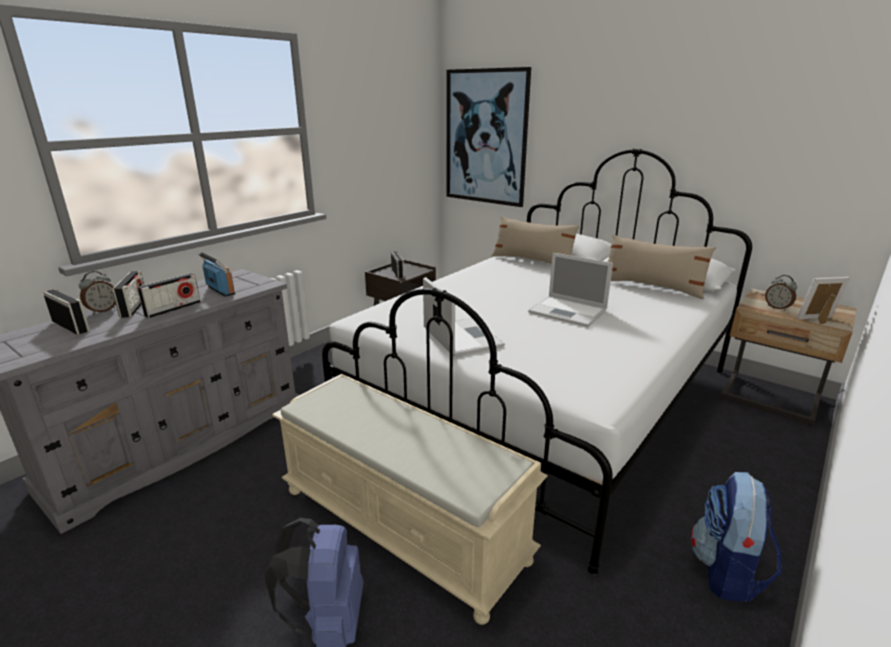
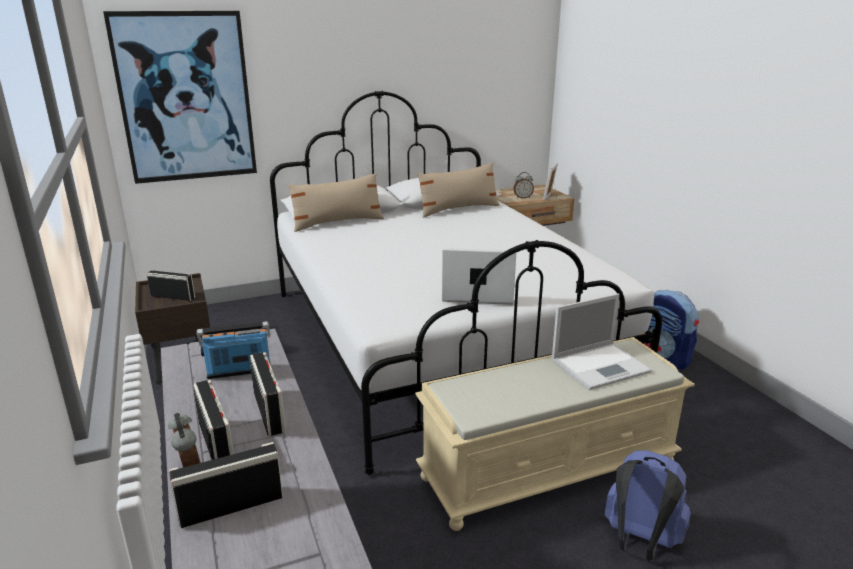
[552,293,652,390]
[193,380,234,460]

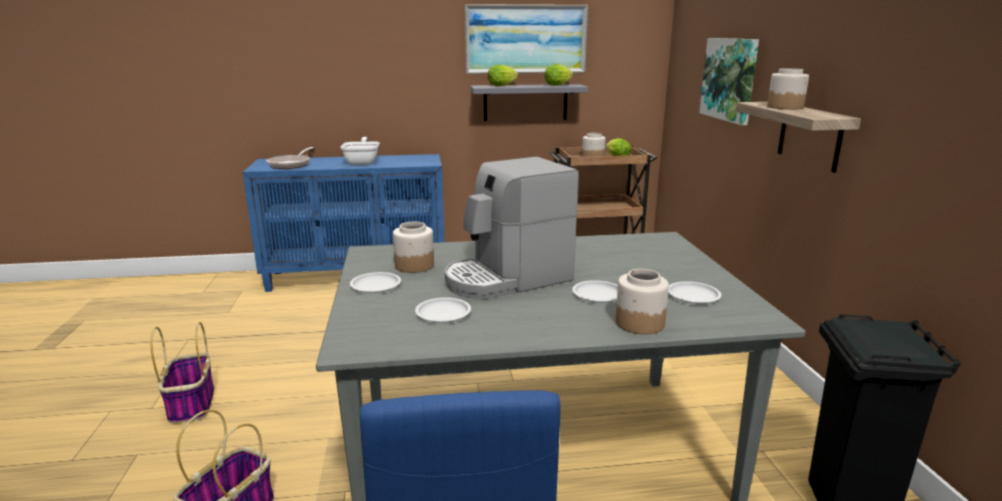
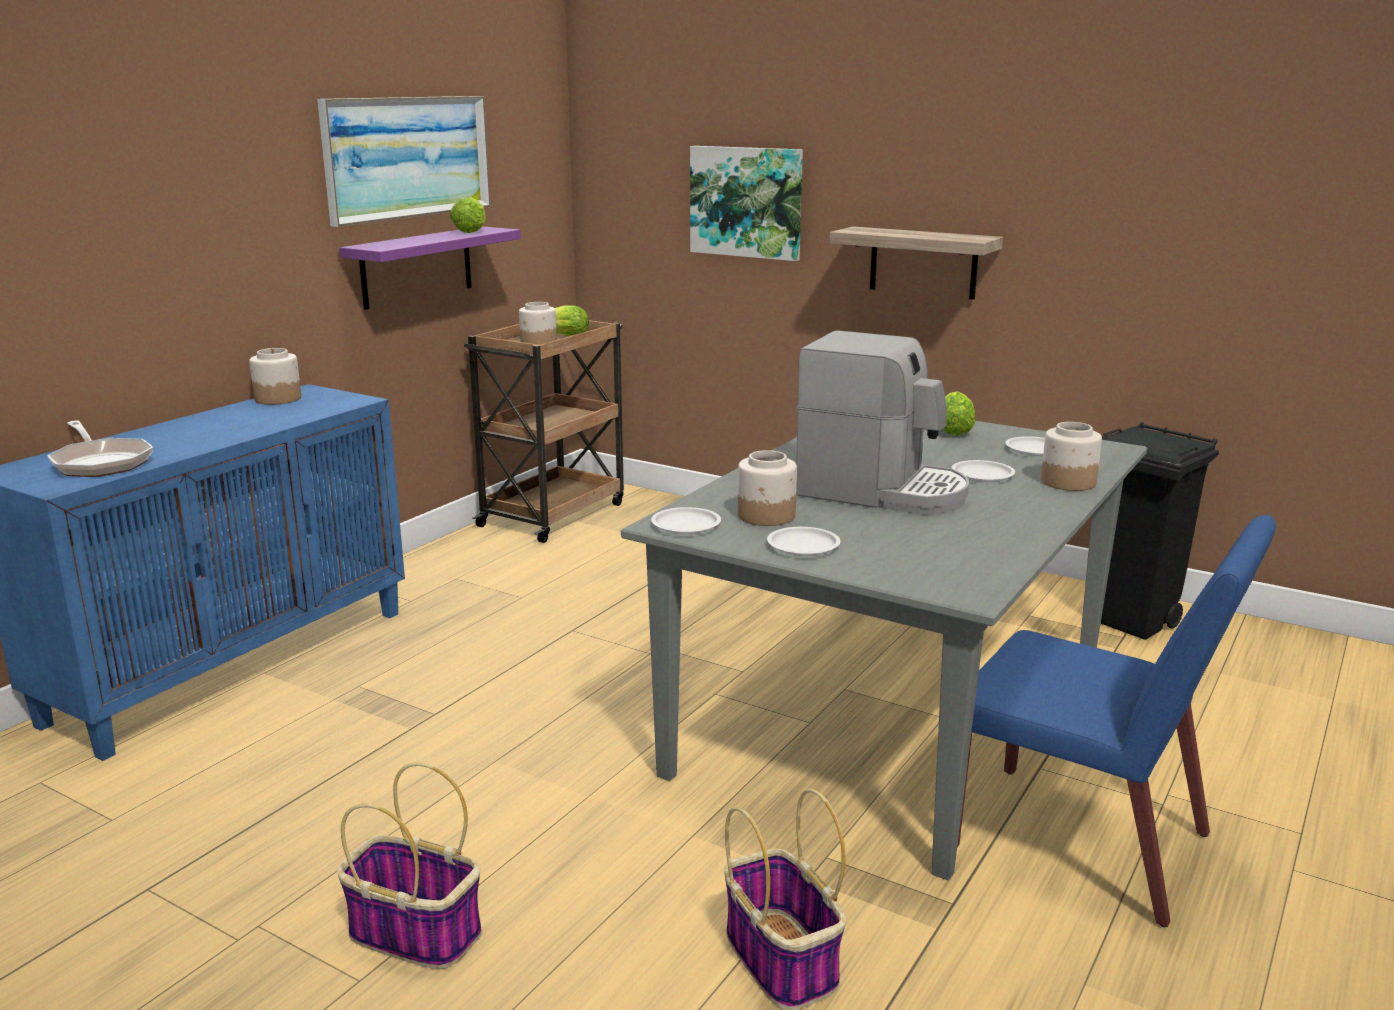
[340,137,380,165] (first image)
[651,507,721,534]
[943,391,975,436]
[249,348,301,405]
[339,226,521,310]
[796,330,969,515]

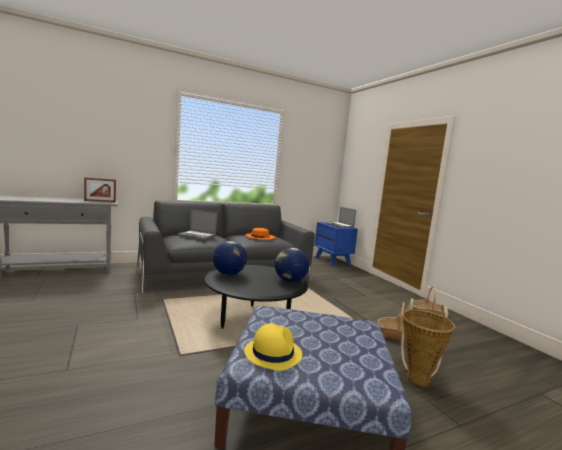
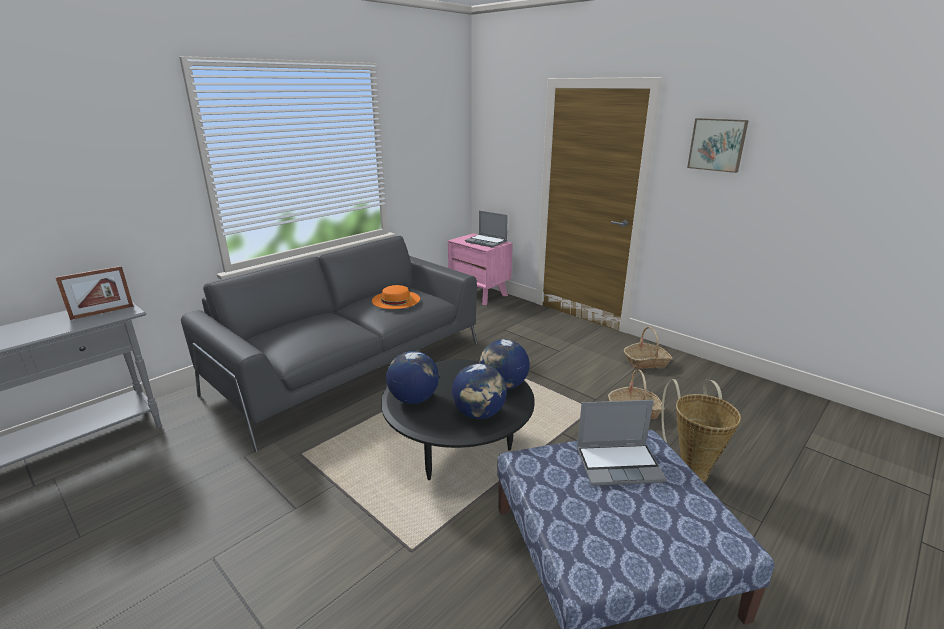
[244,323,302,371] (first image)
[452,363,507,419]
[687,118,749,173]
[577,400,667,486]
[448,233,513,305]

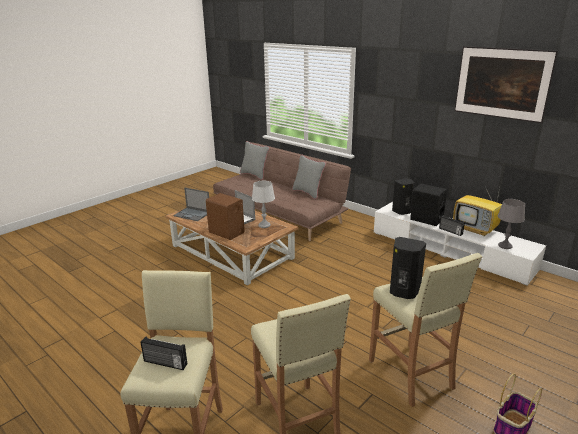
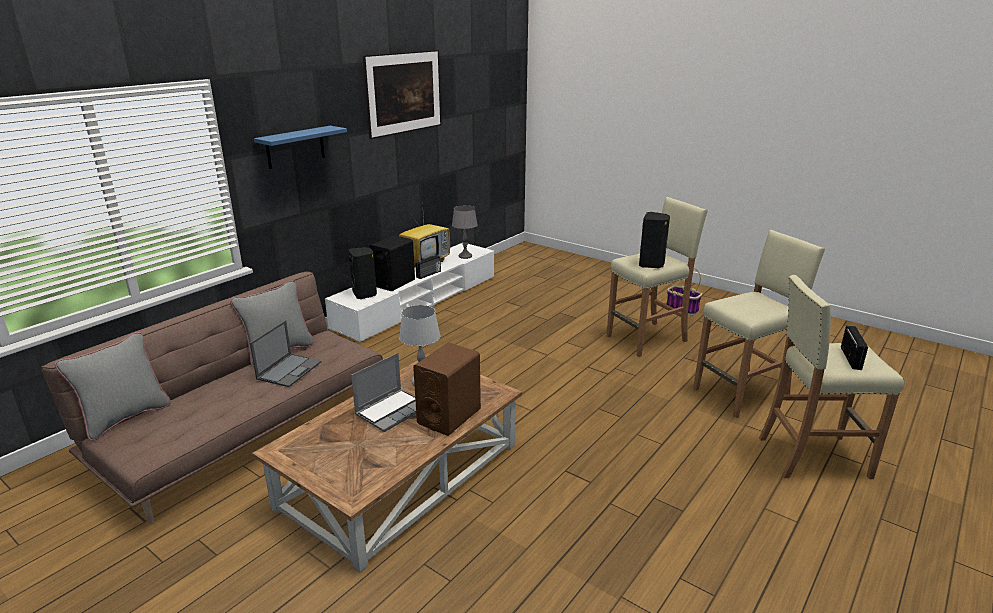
[254,126,347,169]
[250,320,321,387]

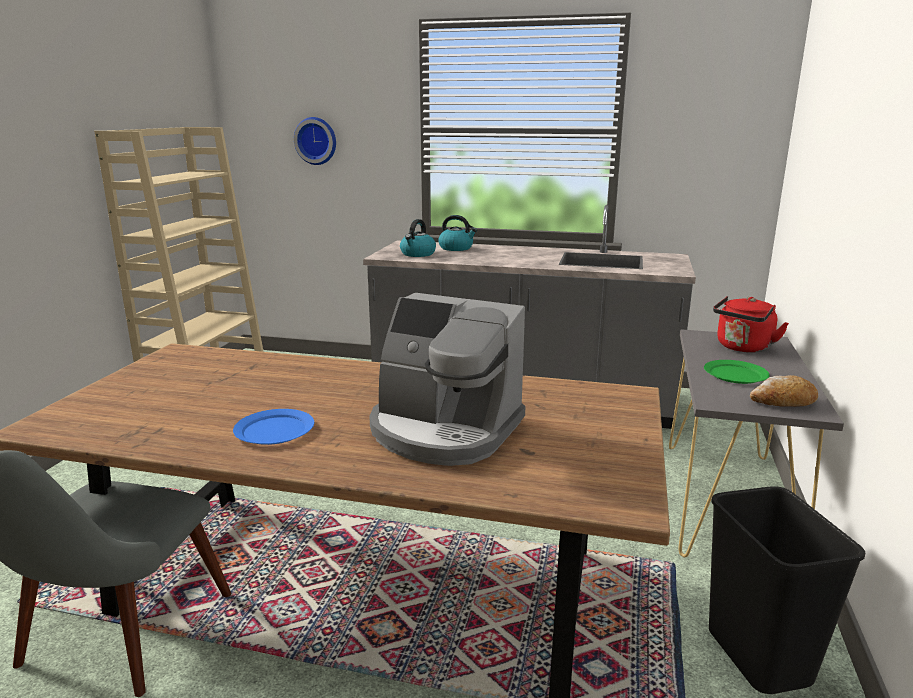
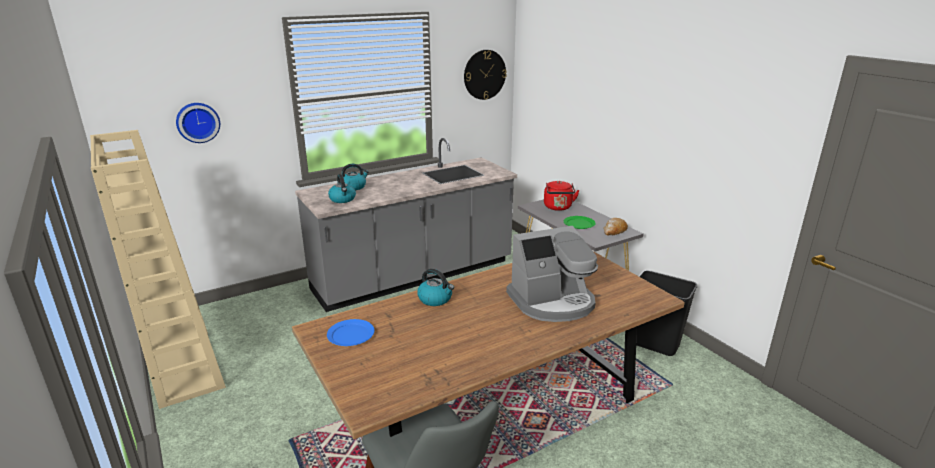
[417,269,454,306]
[464,50,507,100]
[327,319,375,346]

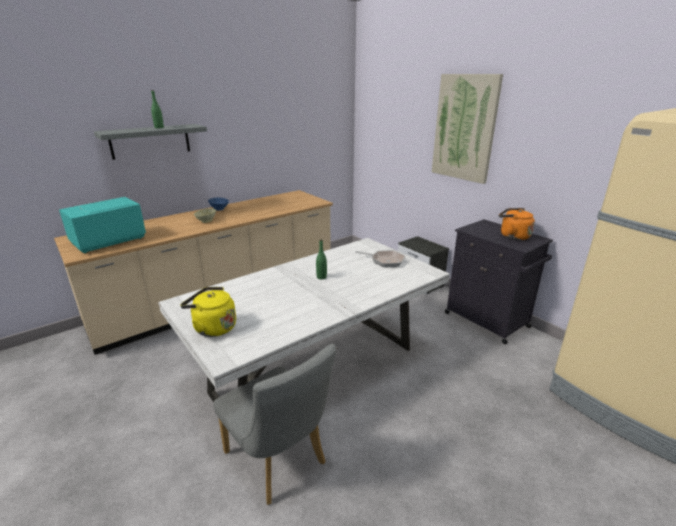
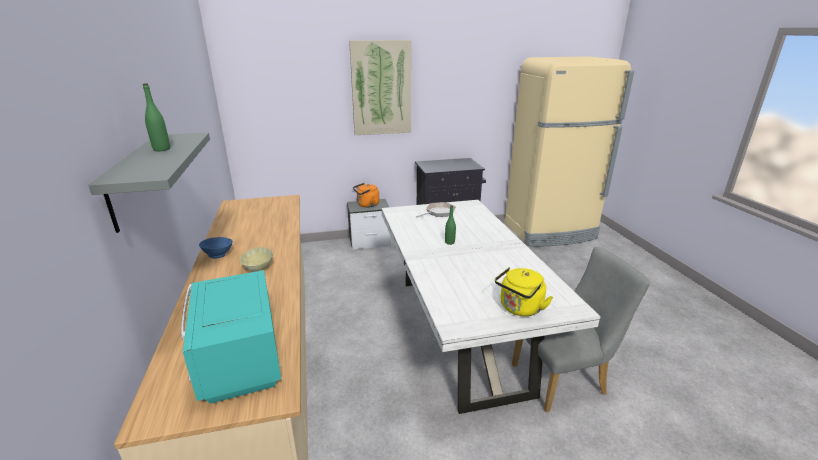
[353,183,379,208]

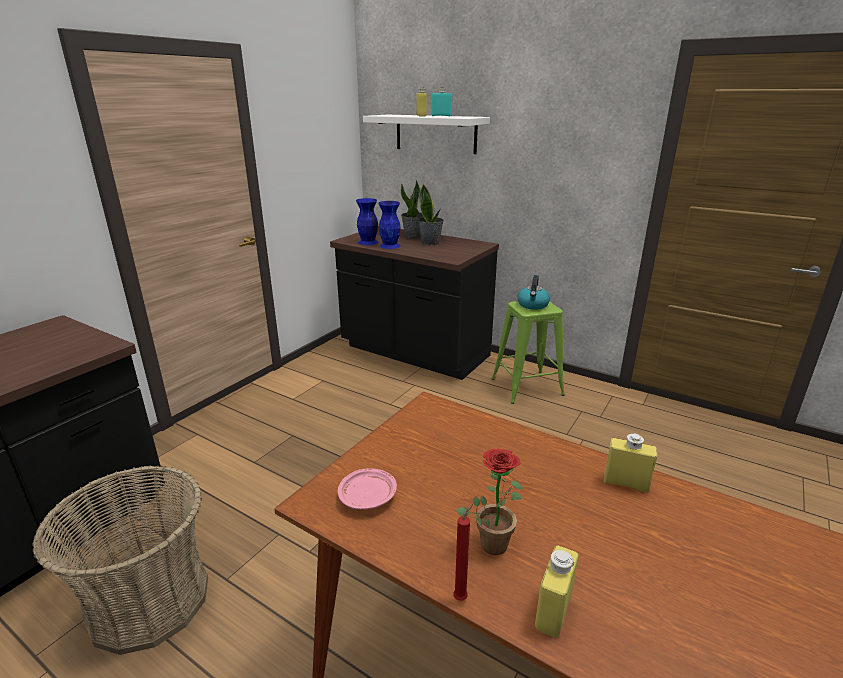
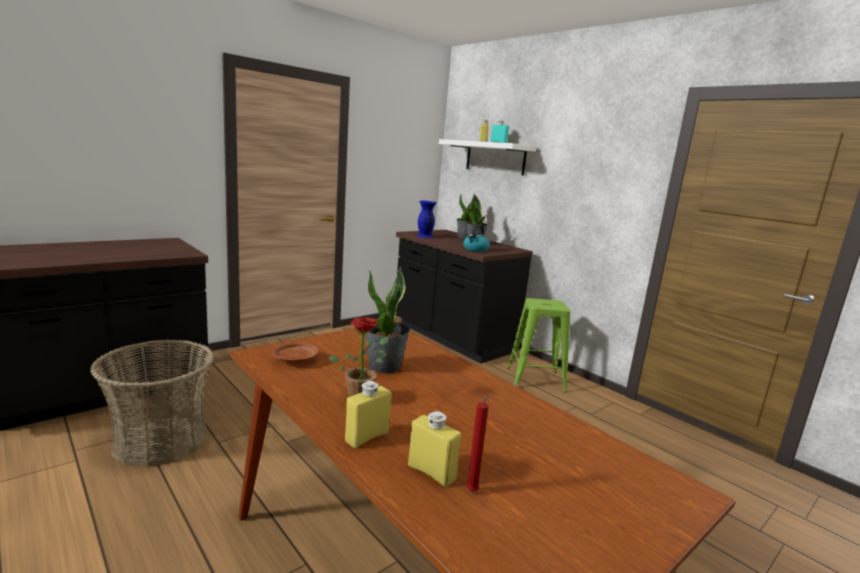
[378,201,401,249] (first image)
[366,267,410,373]
[466,393,494,492]
[463,224,490,252]
[408,411,461,487]
[272,342,319,363]

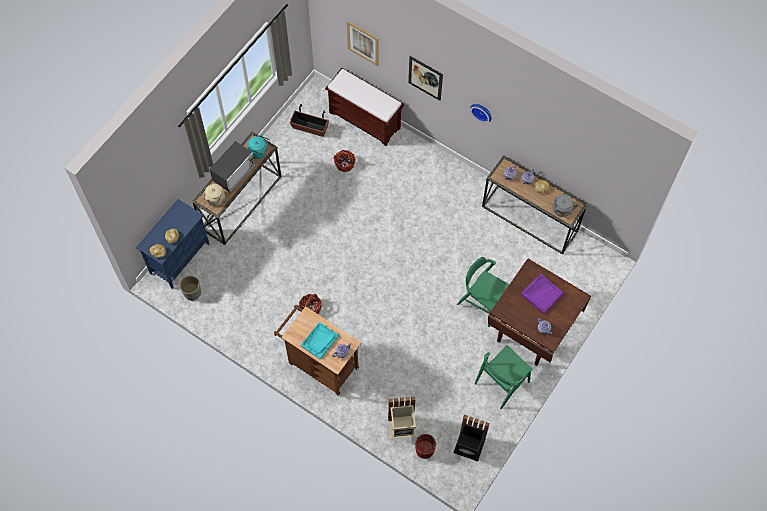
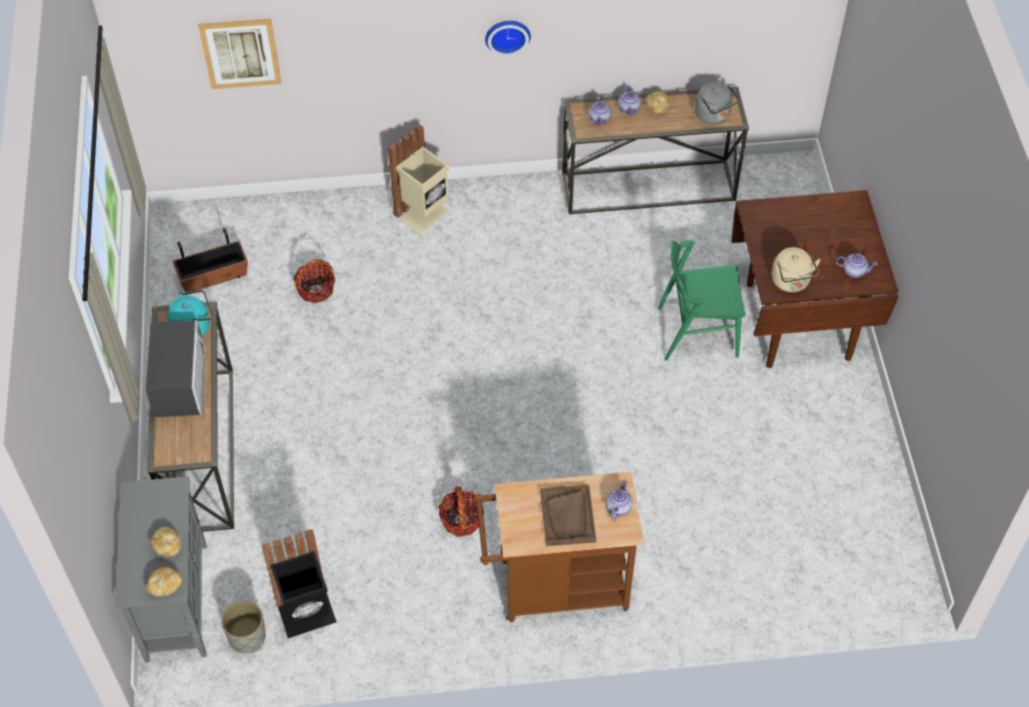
[325,68,404,146] (first image)
[408,56,443,101] (first image)
[415,434,436,459] (first image)
[475,345,533,409] (first image)
[521,274,564,314] (first image)
[772,247,821,292]
[388,124,450,234]
[262,529,337,638]
[115,476,207,663]
[540,485,596,546]

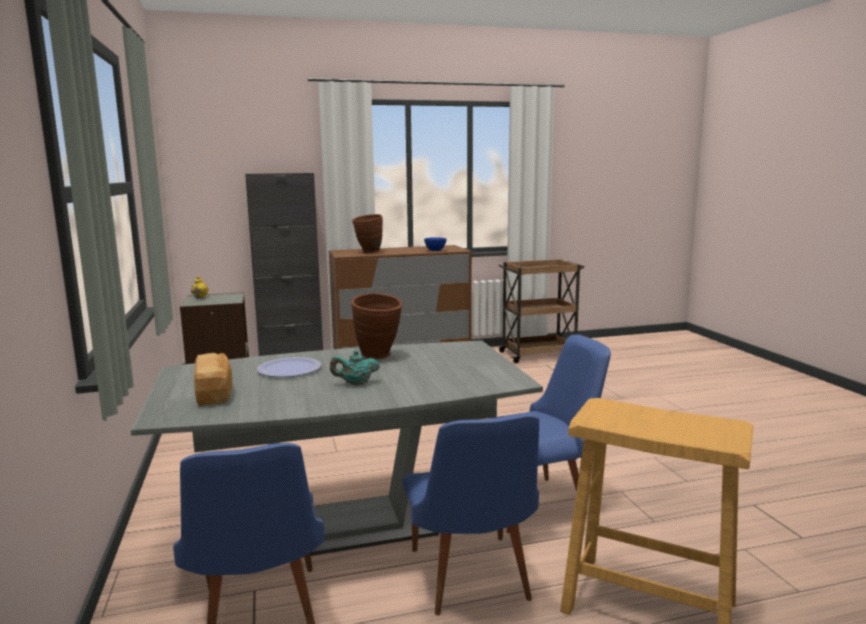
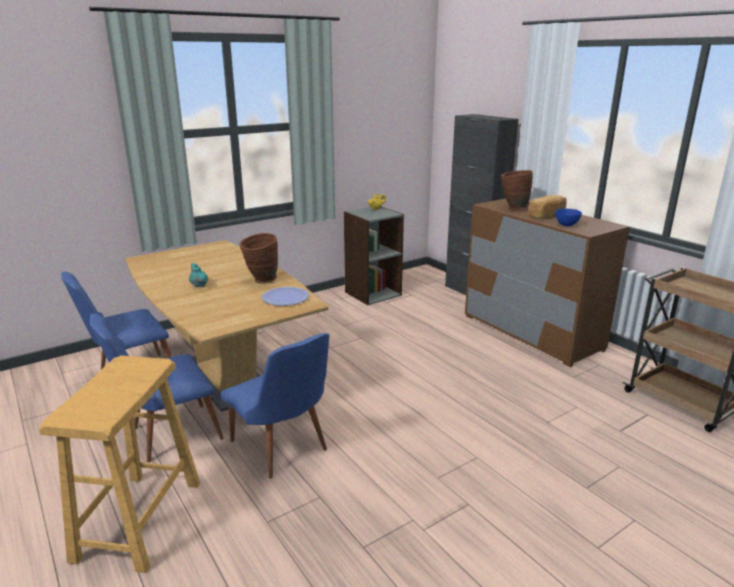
[529,195,567,219]
[261,287,309,306]
[125,240,328,412]

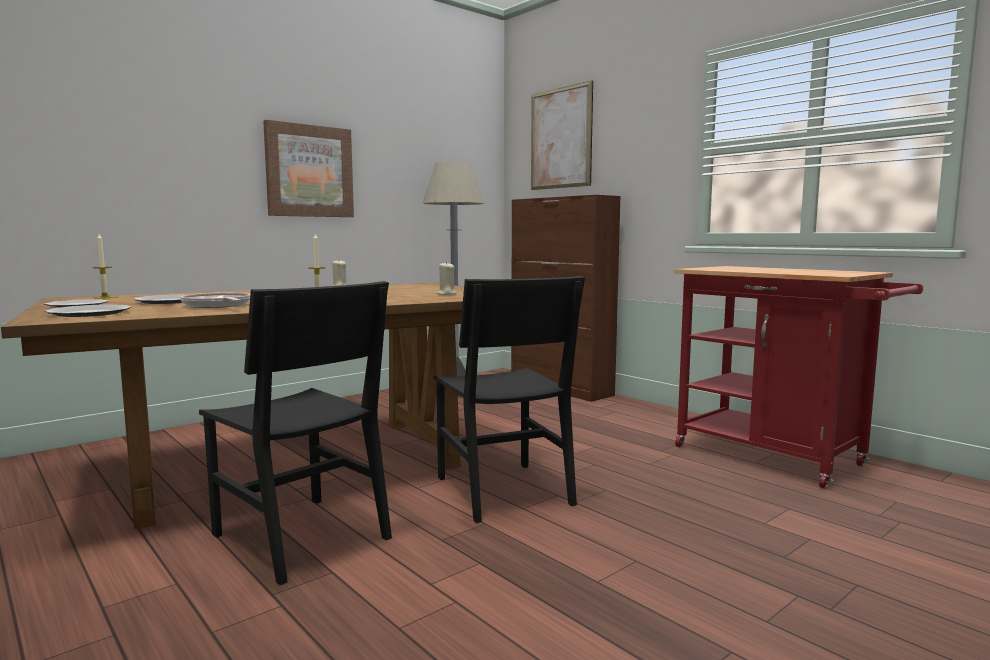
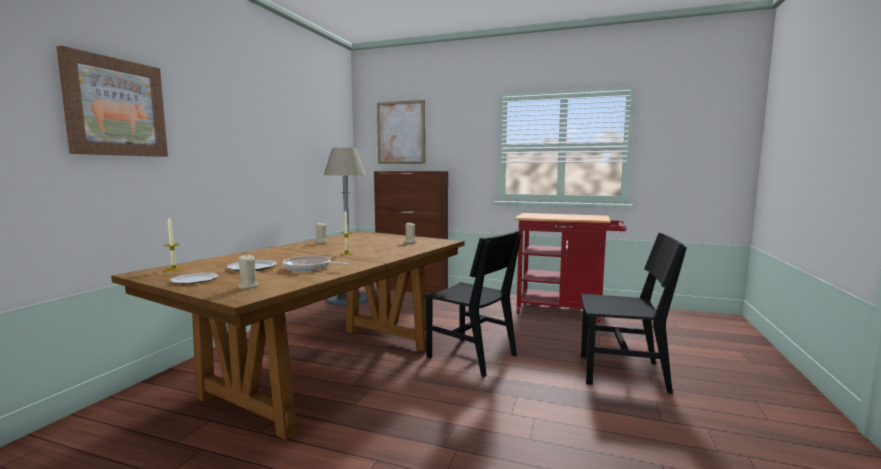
[581,233,687,394]
[56,46,168,157]
[237,254,258,289]

